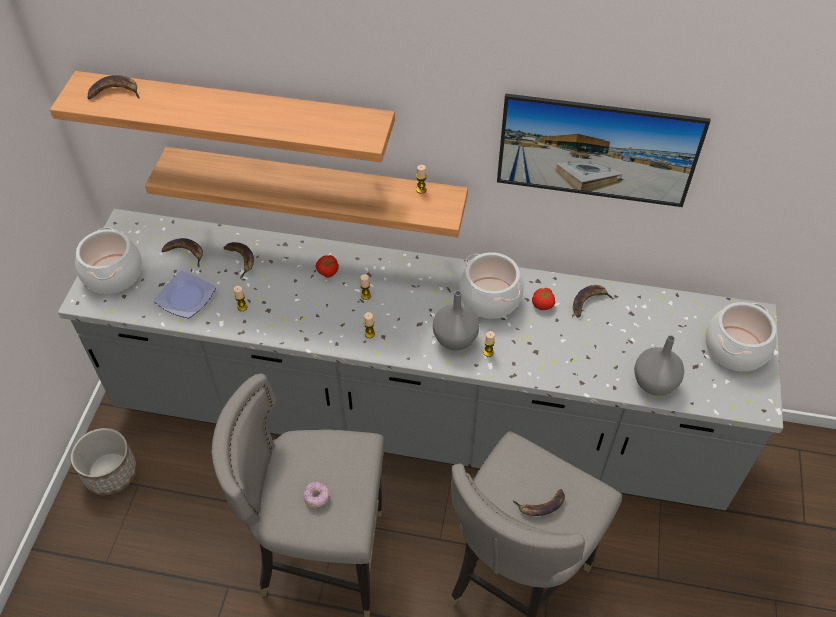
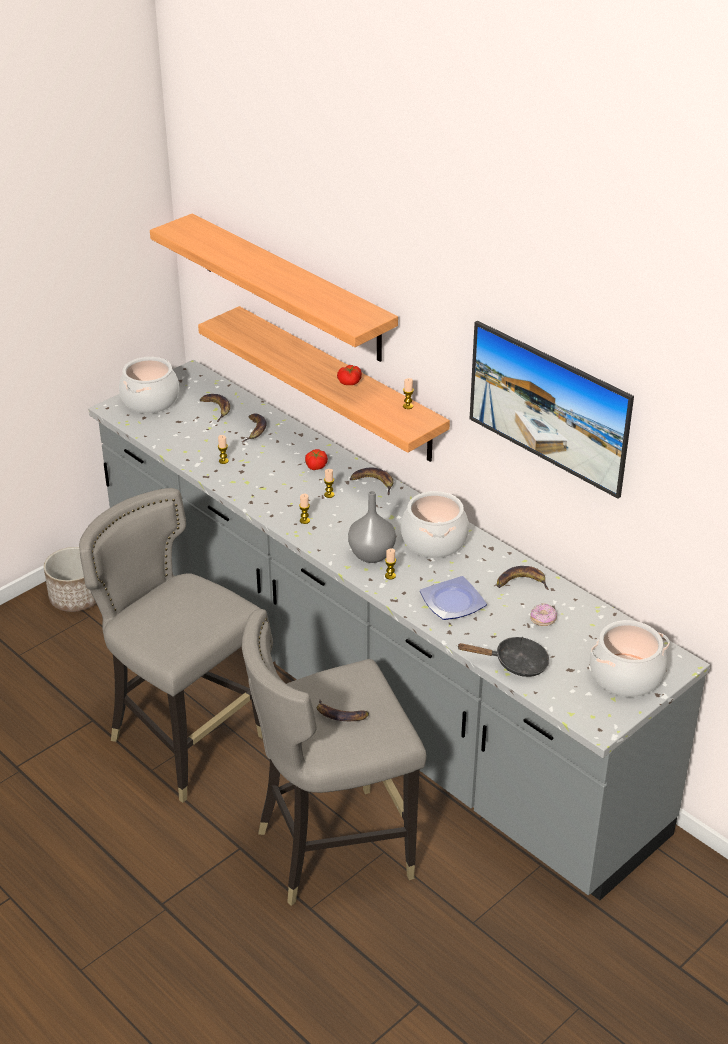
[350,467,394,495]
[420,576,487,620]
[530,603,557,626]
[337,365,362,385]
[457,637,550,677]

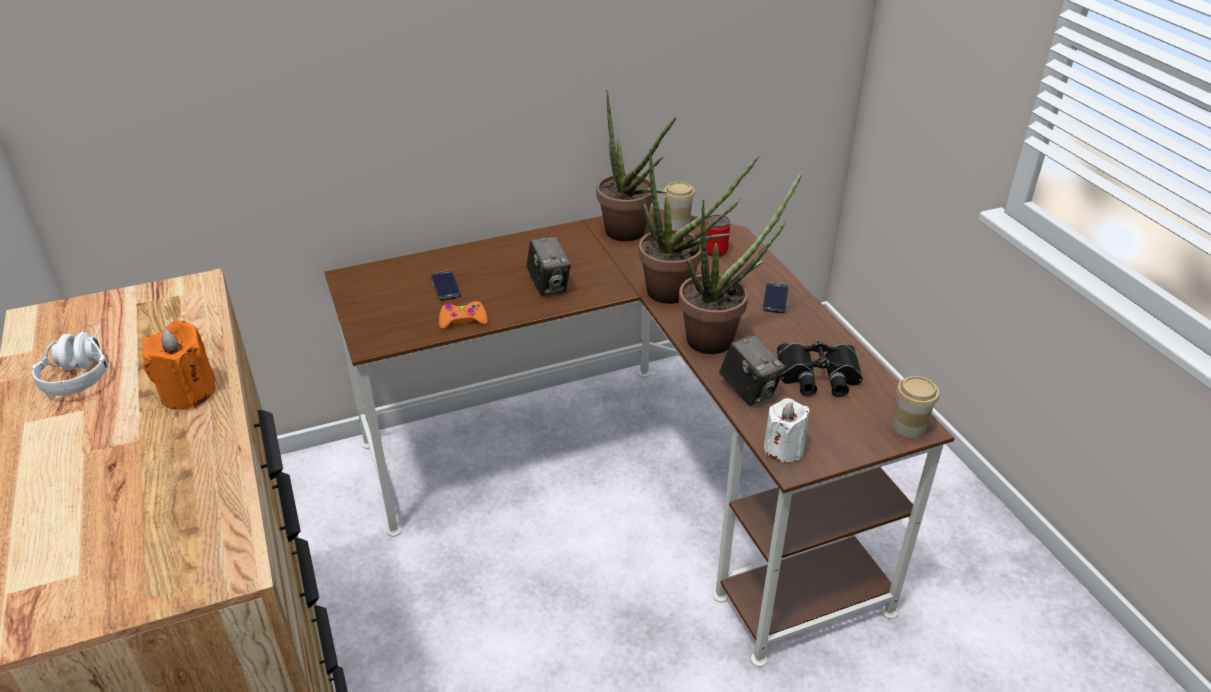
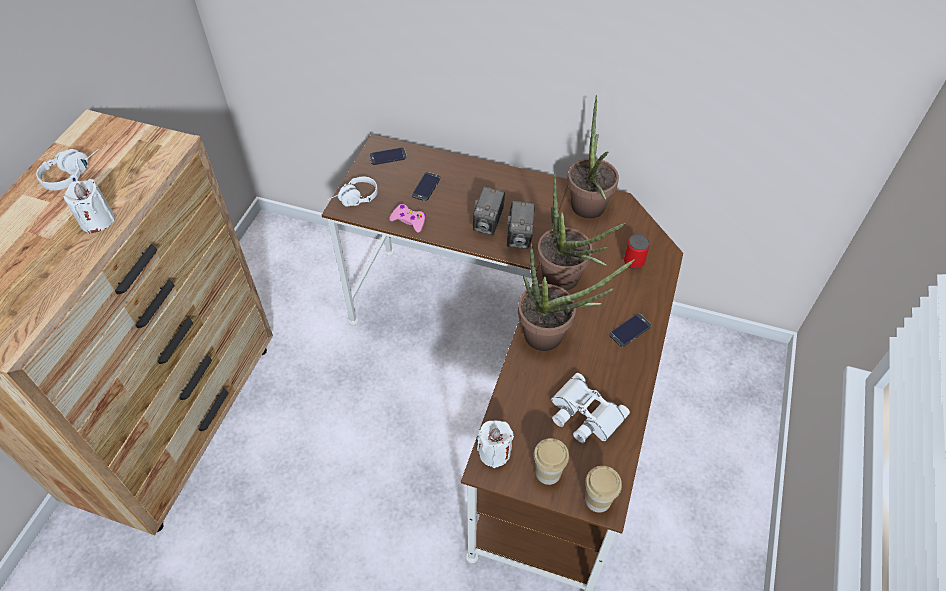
[327,176,378,207]
[369,148,407,165]
[534,438,569,485]
[507,201,535,249]
[63,179,115,234]
[389,204,425,233]
[551,373,630,443]

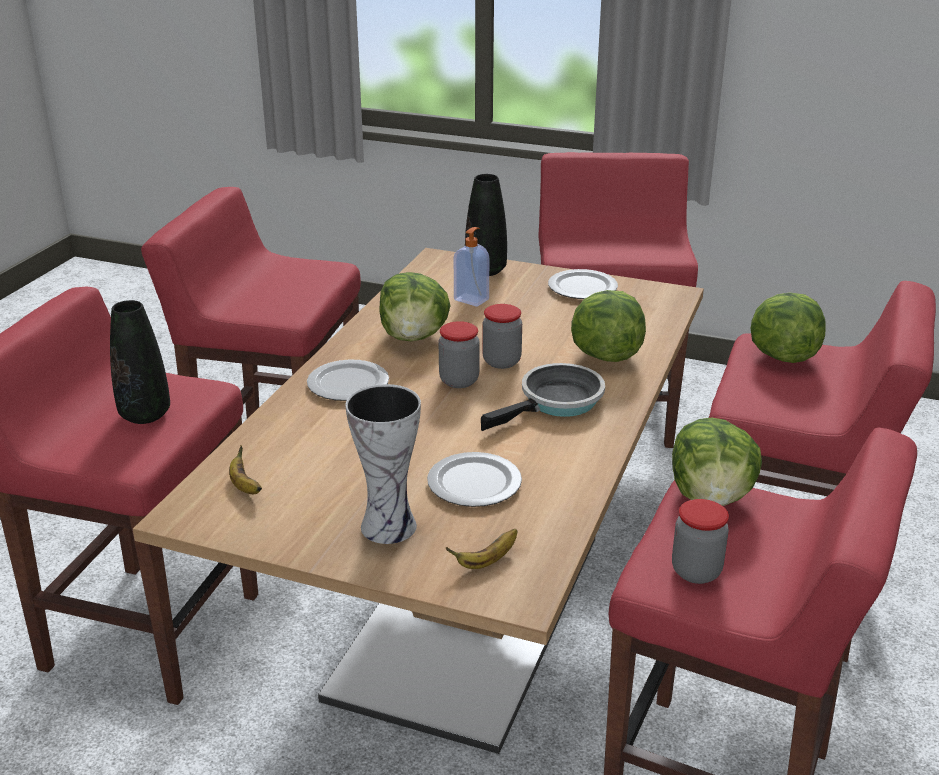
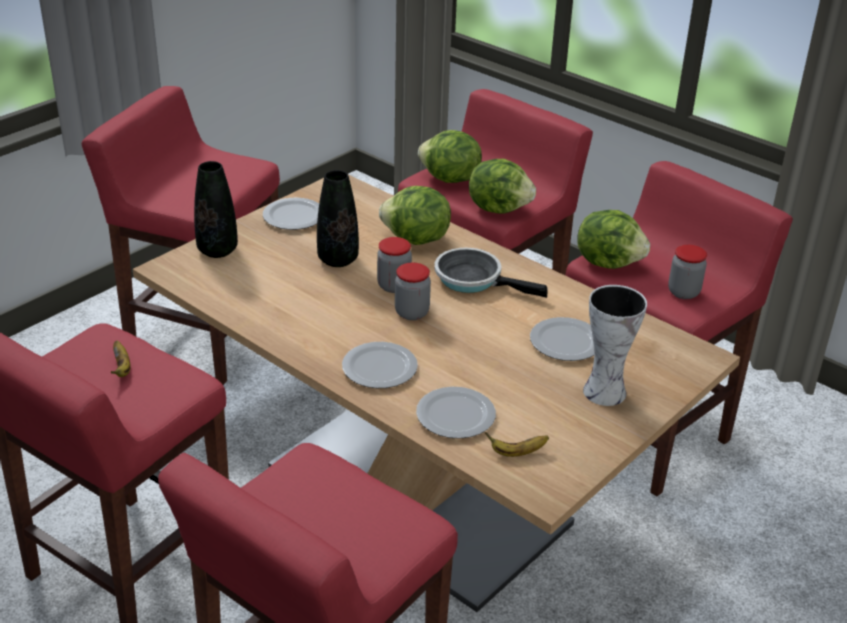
[454,227,489,307] (first image)
[416,387,496,439]
[317,170,359,267]
[469,159,536,214]
[111,341,131,377]
[434,248,547,298]

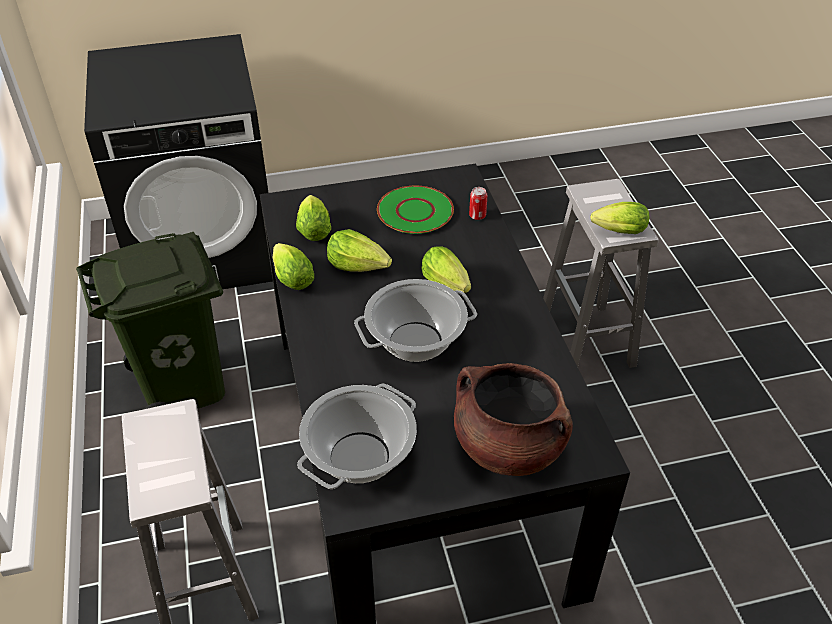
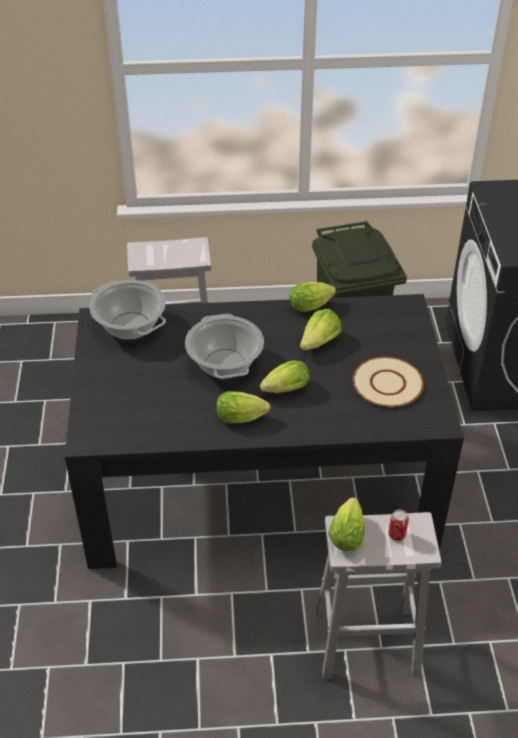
[454,363,573,476] (first image)
[216,391,271,423]
[388,509,409,541]
[353,357,424,407]

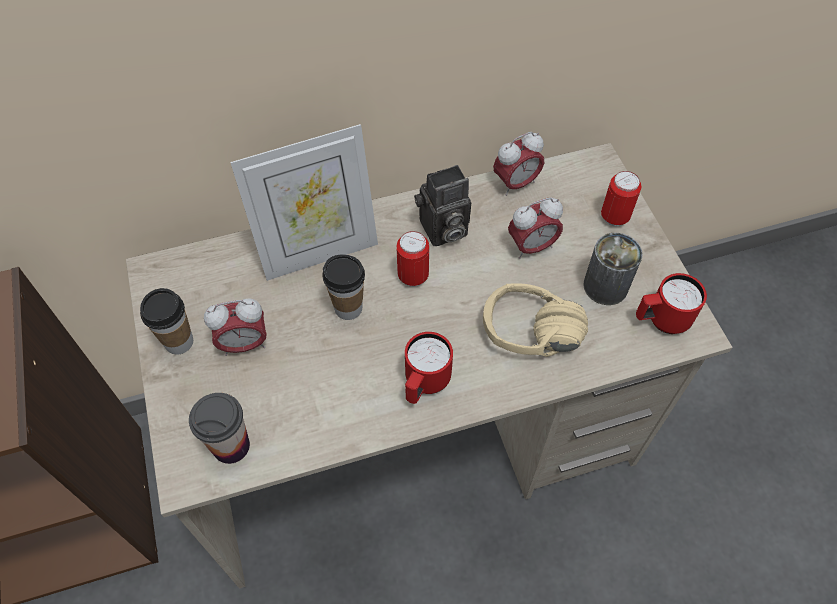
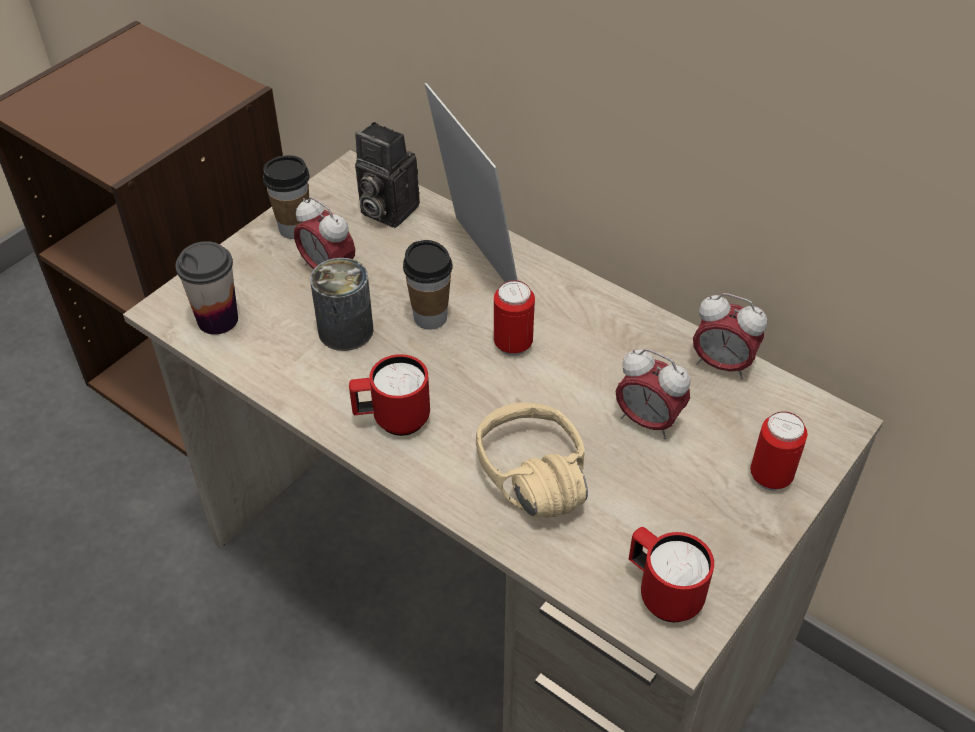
[355,122,420,228]
[310,258,374,351]
[425,83,517,282]

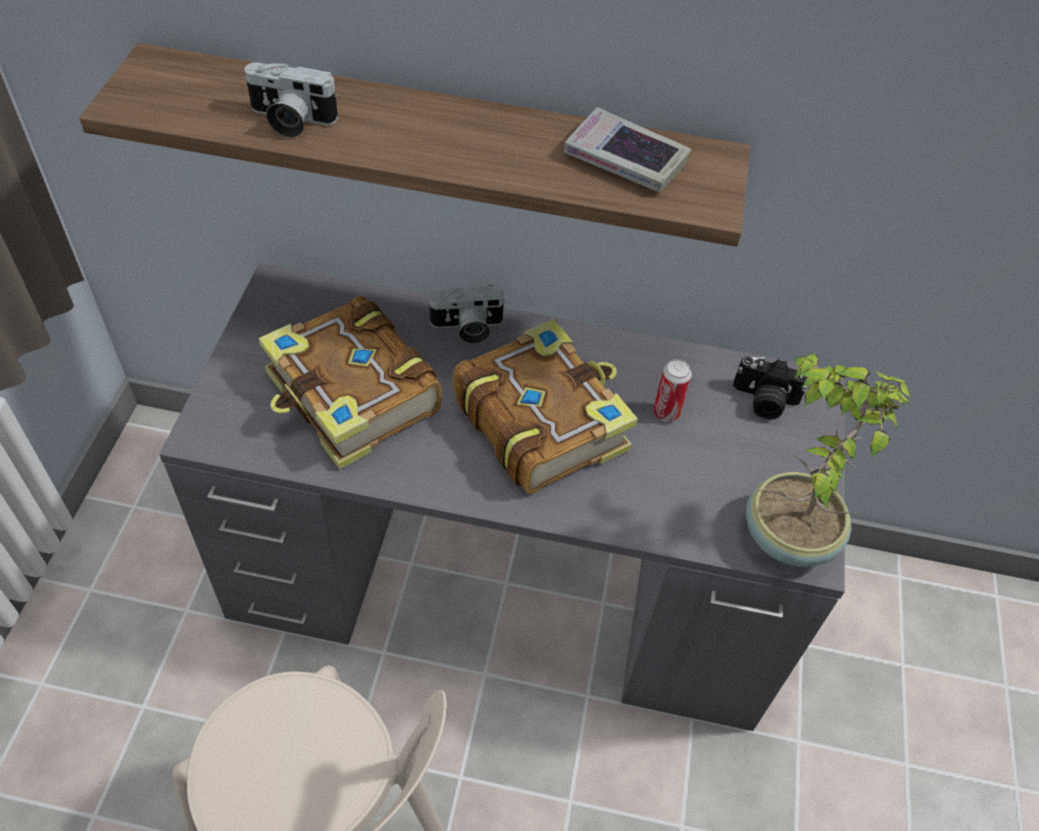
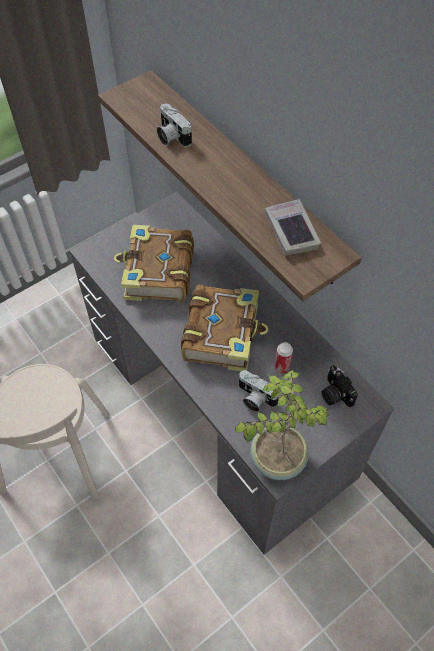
[239,370,279,412]

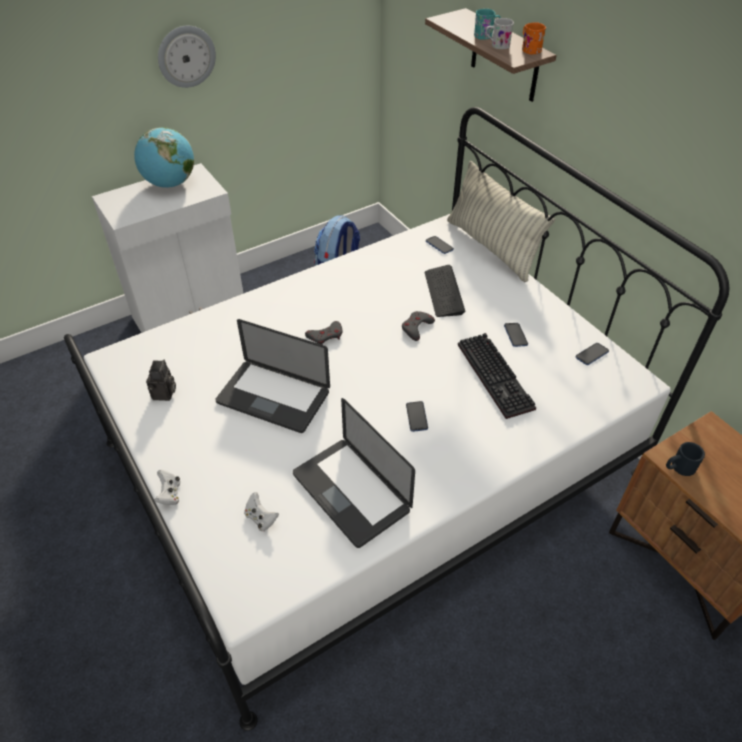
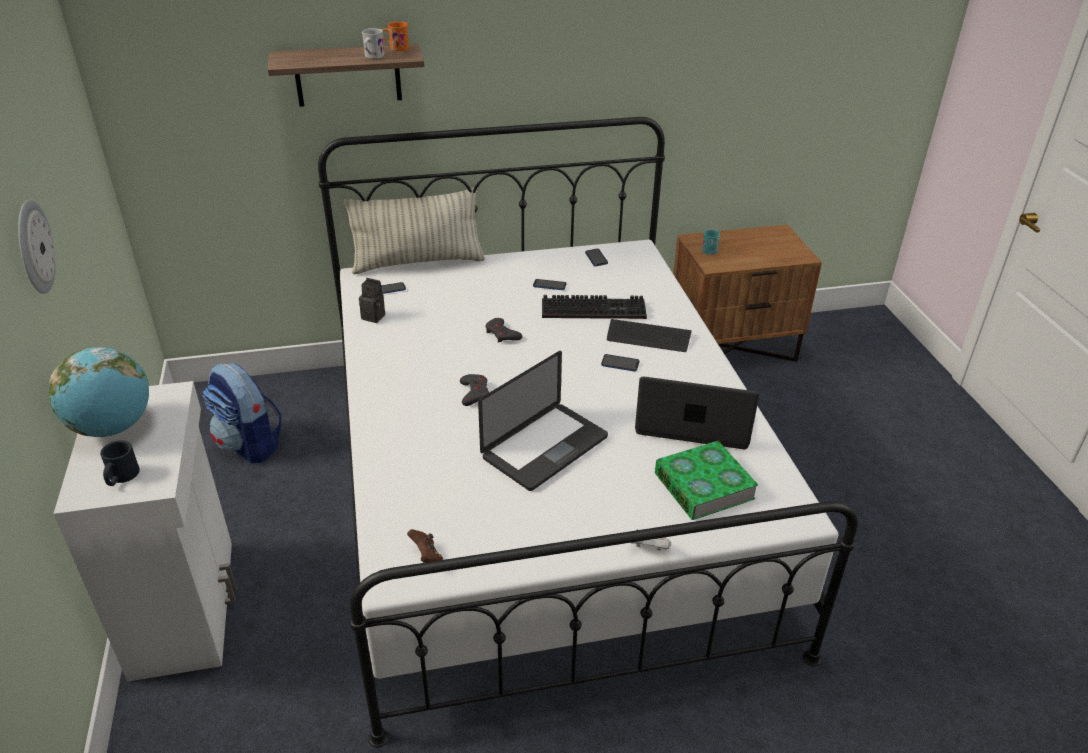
[407,529,443,563]
[359,278,385,323]
[607,319,692,352]
[702,230,720,255]
[100,440,140,486]
[655,441,758,520]
[635,377,759,449]

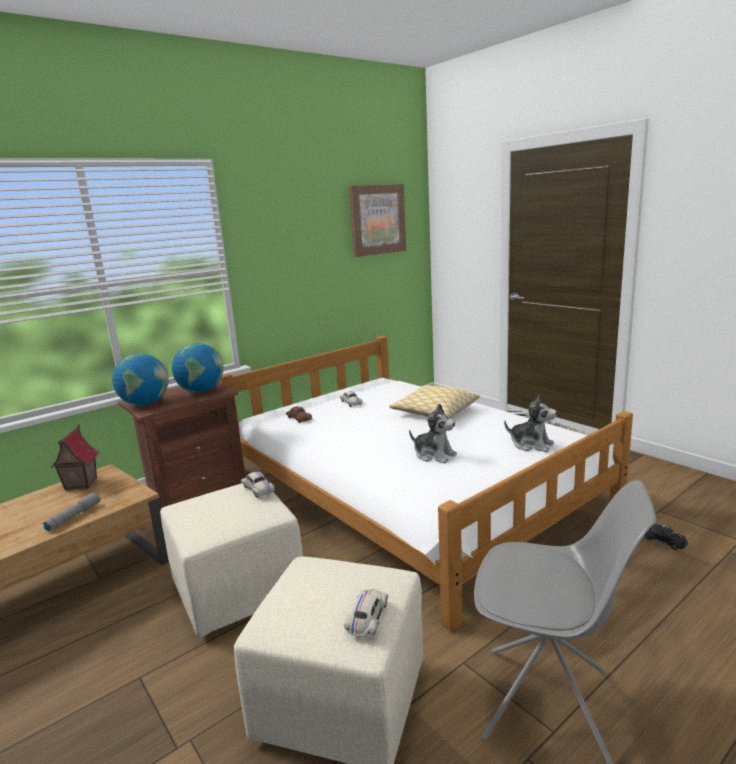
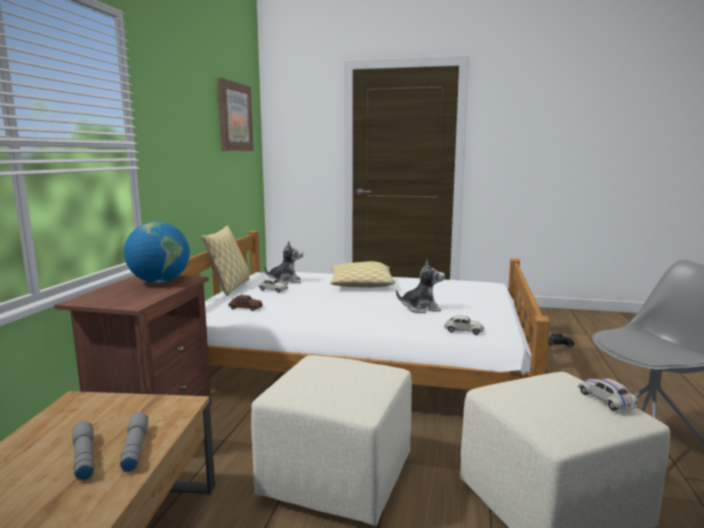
[50,424,99,490] (first image)
[112,354,169,406] (first image)
[72,421,94,481]
[201,226,250,296]
[444,315,484,335]
[264,241,303,284]

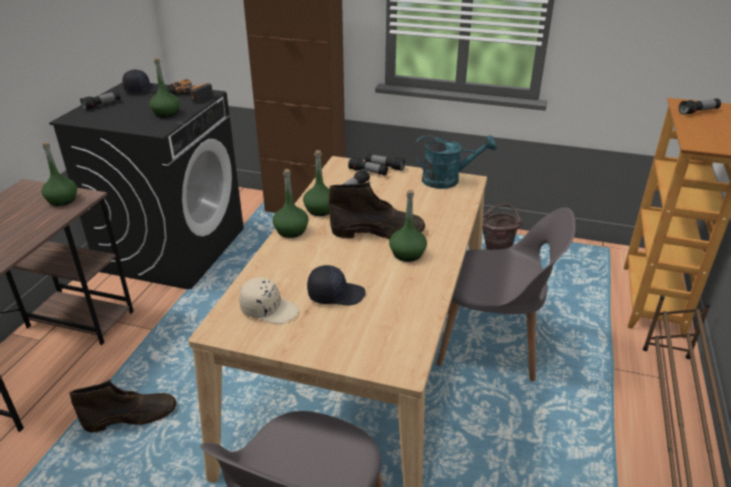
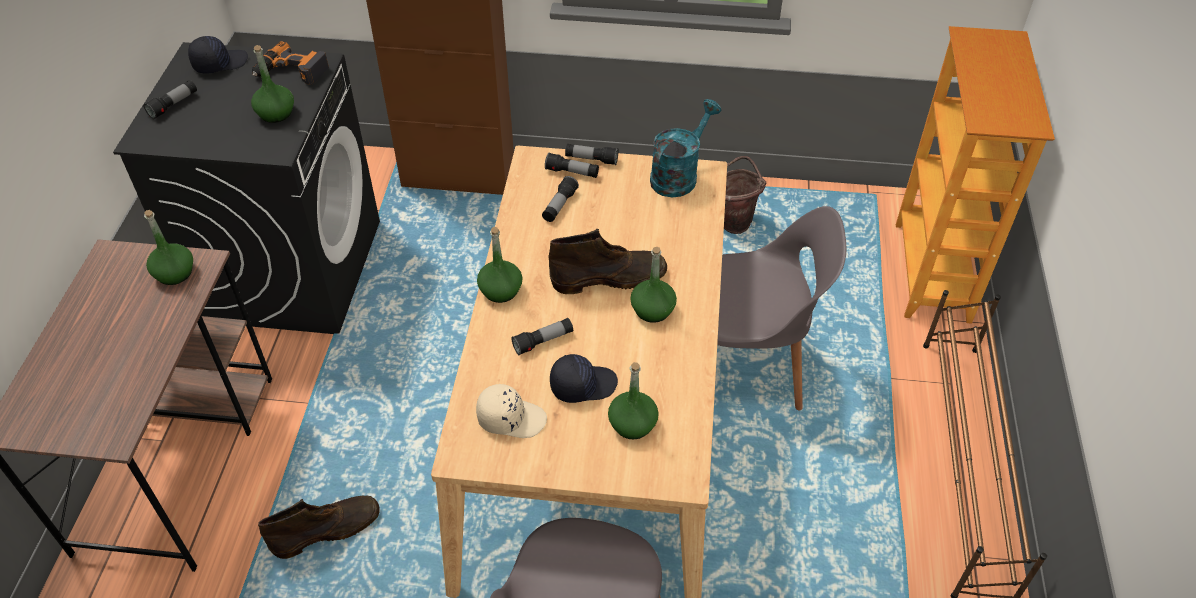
[608,362,659,440]
[511,318,573,355]
[650,99,721,197]

